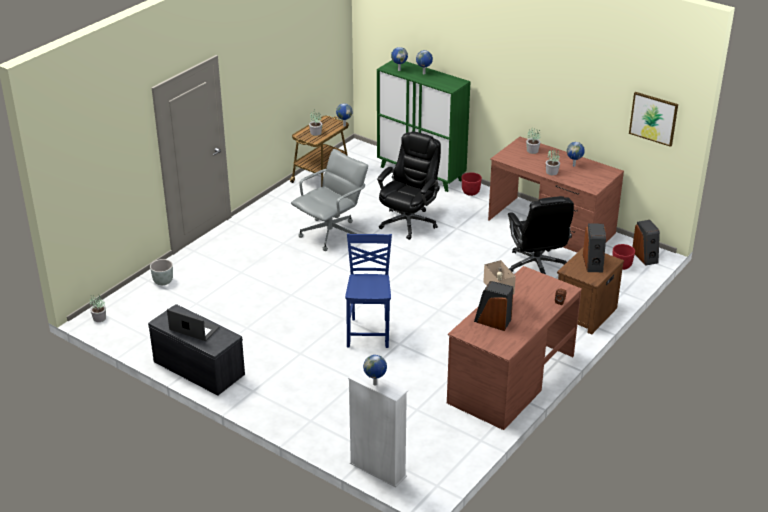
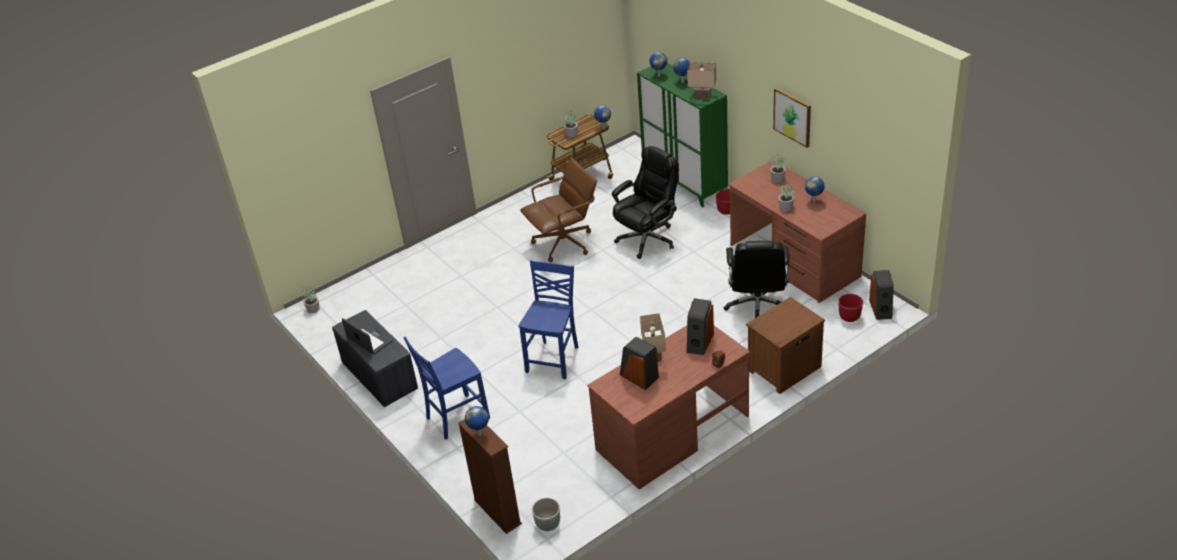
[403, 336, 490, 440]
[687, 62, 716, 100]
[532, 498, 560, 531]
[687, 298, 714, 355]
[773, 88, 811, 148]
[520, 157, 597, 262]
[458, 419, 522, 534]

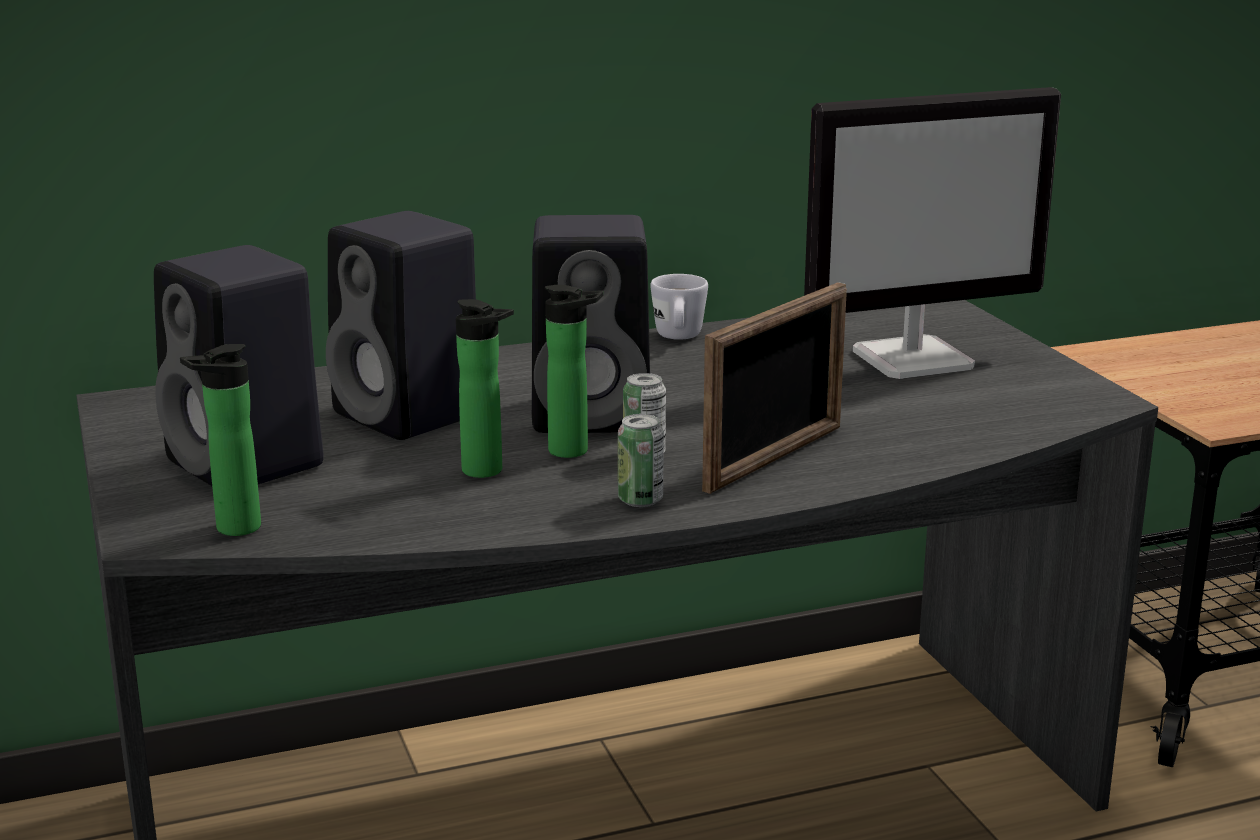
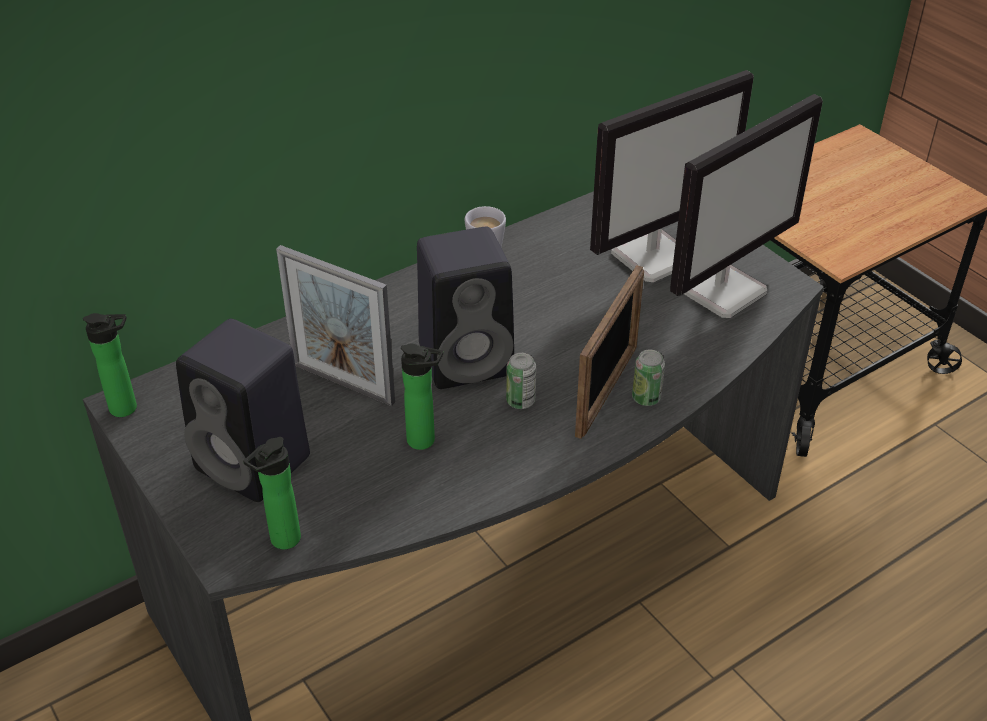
[670, 94, 823, 318]
[83, 313, 137, 417]
[632, 350, 665, 406]
[276, 245, 395, 406]

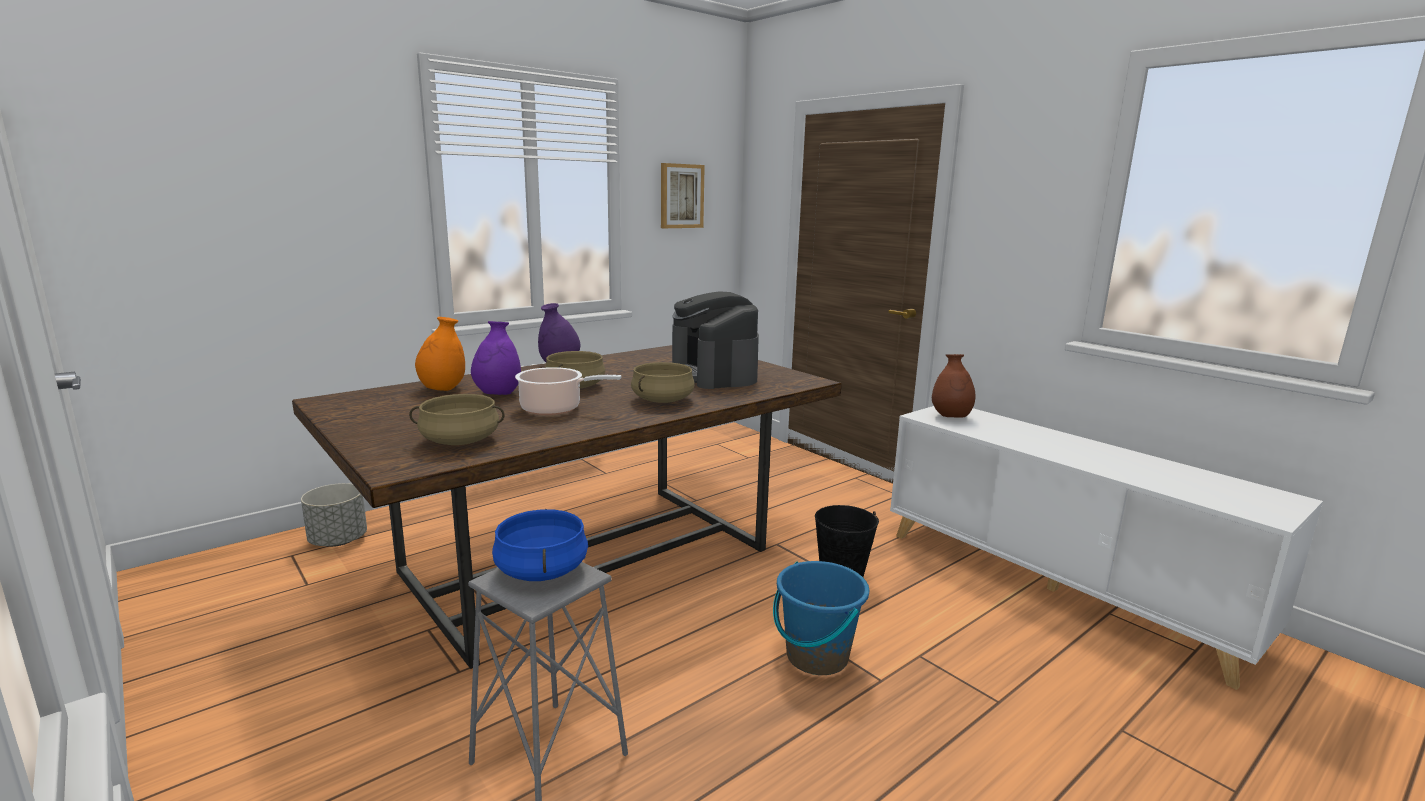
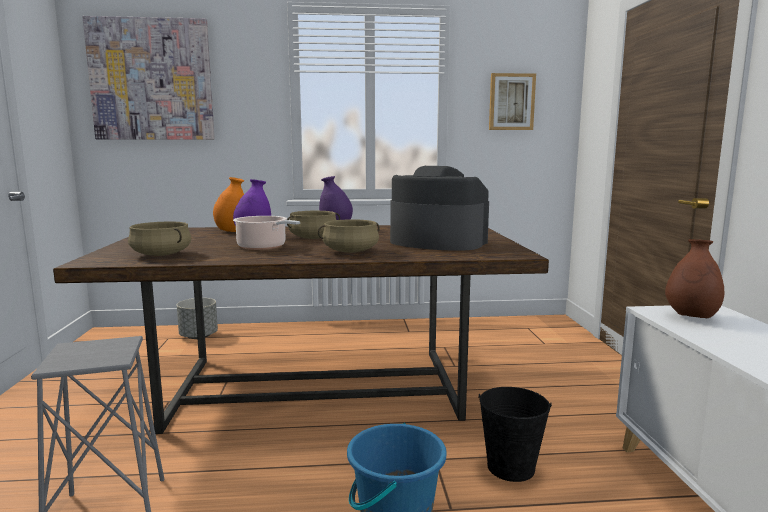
[492, 509, 588, 581] (first image)
[82, 16, 215, 140]
[390, 166, 489, 251]

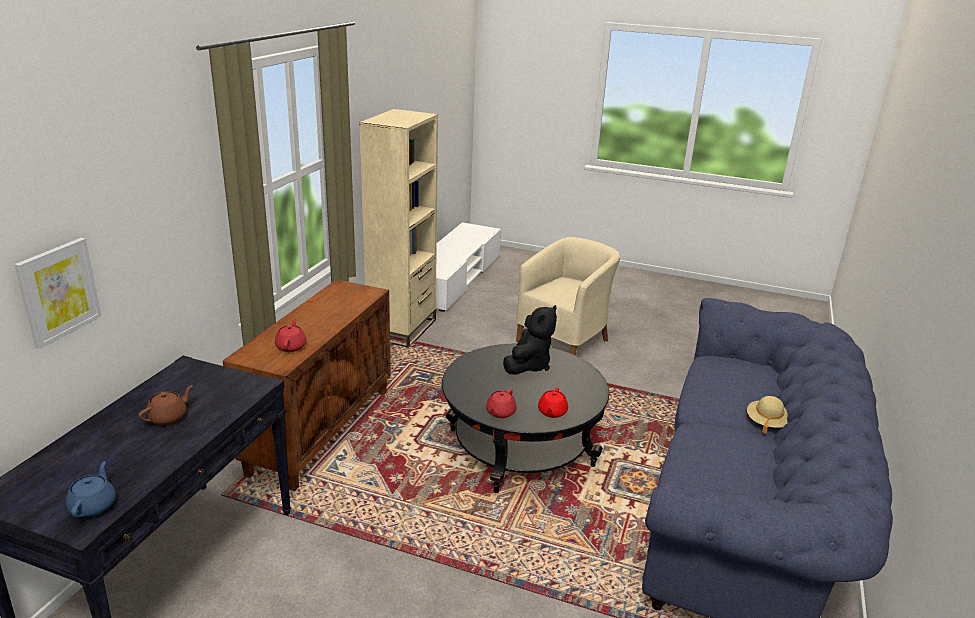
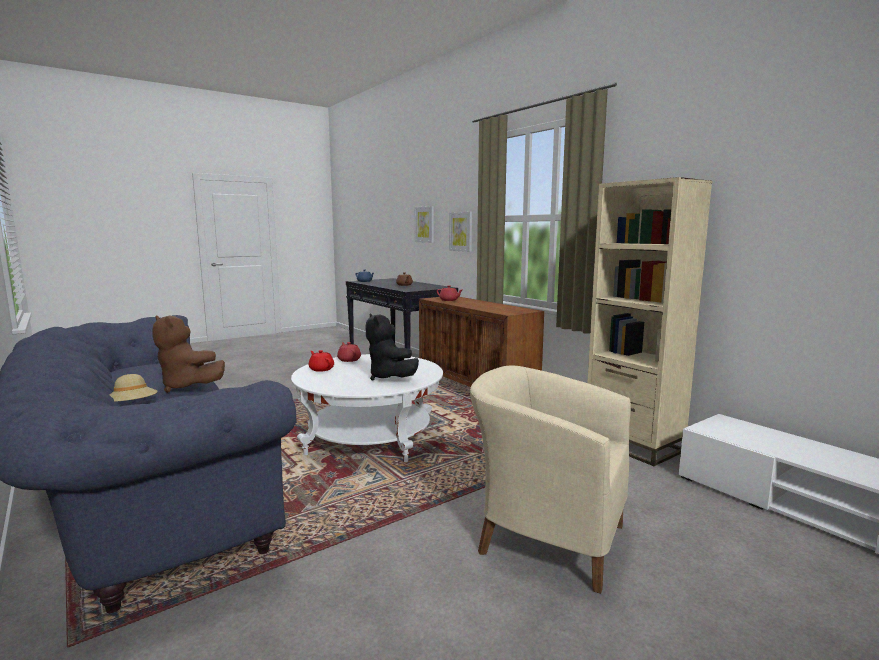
[152, 316, 225, 393]
[449, 212, 472, 252]
[291, 354, 443, 462]
[470, 366, 631, 594]

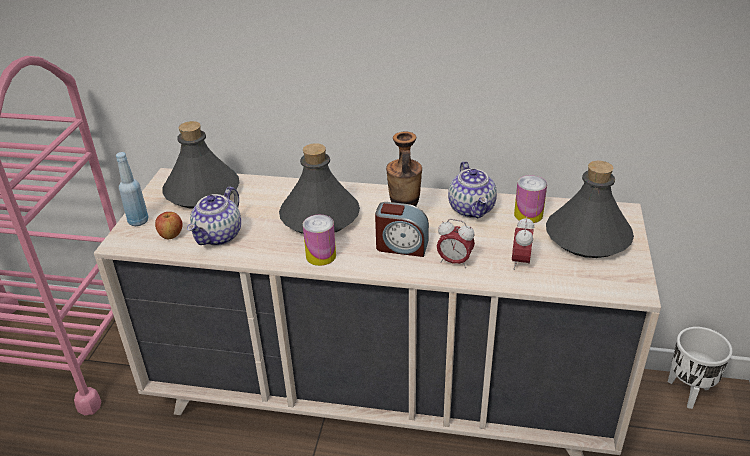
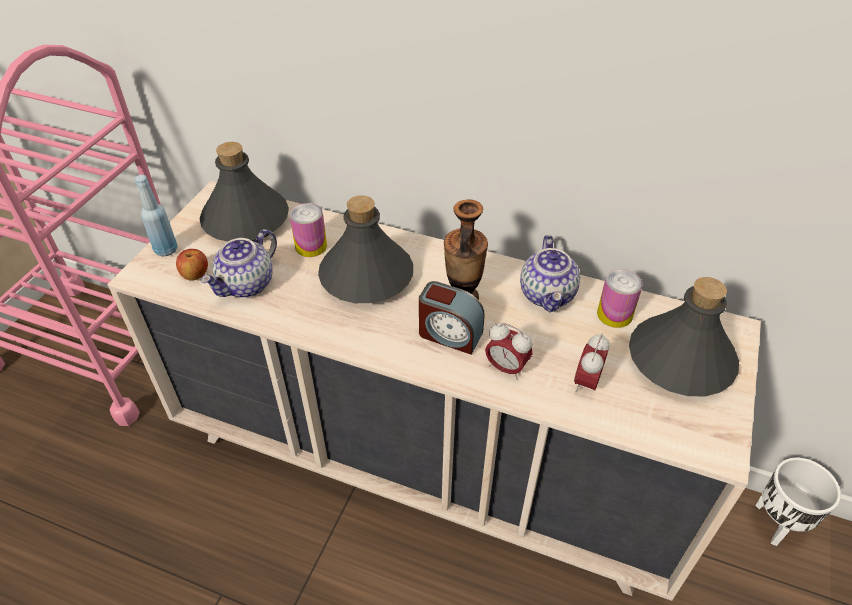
[289, 203, 327, 257]

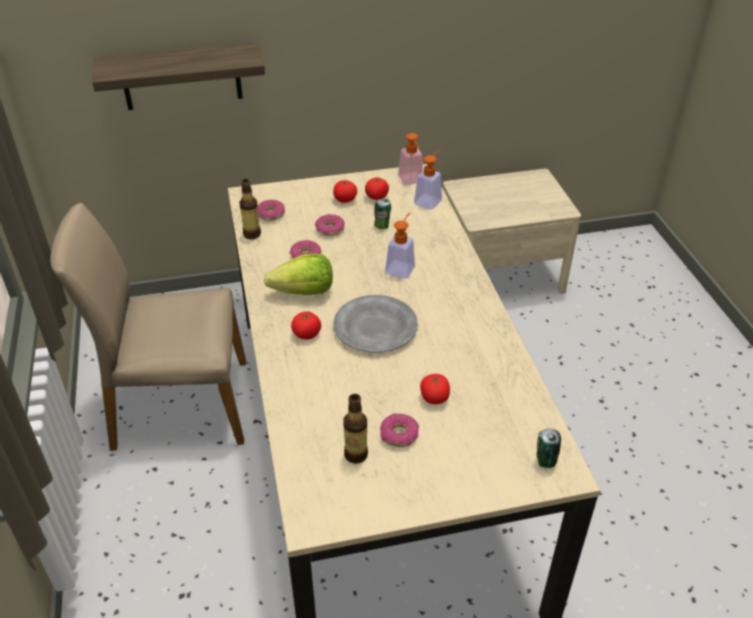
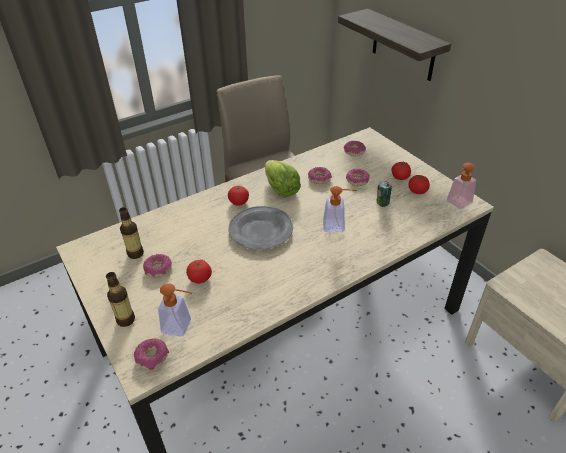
[106, 272, 135, 327]
[158, 284, 192, 337]
[134, 338, 169, 370]

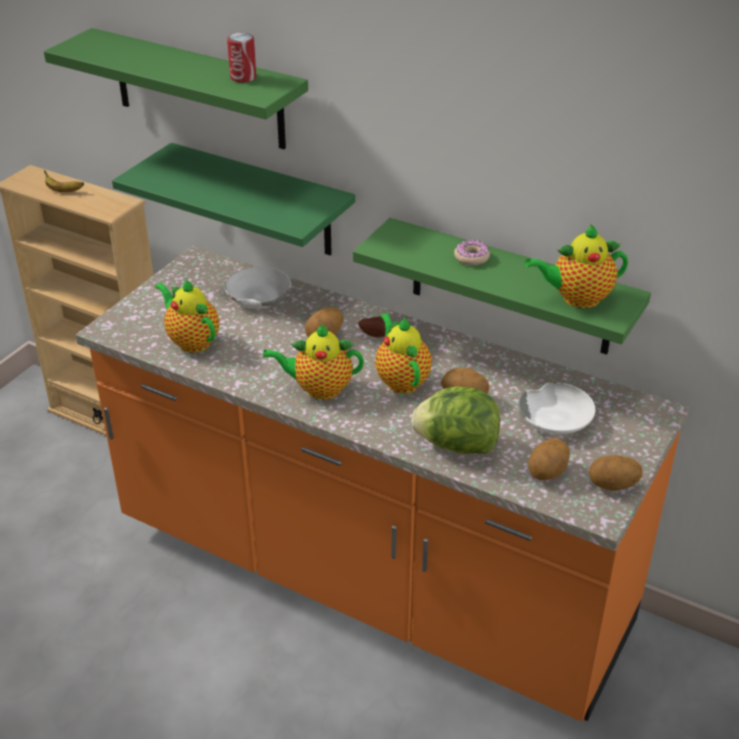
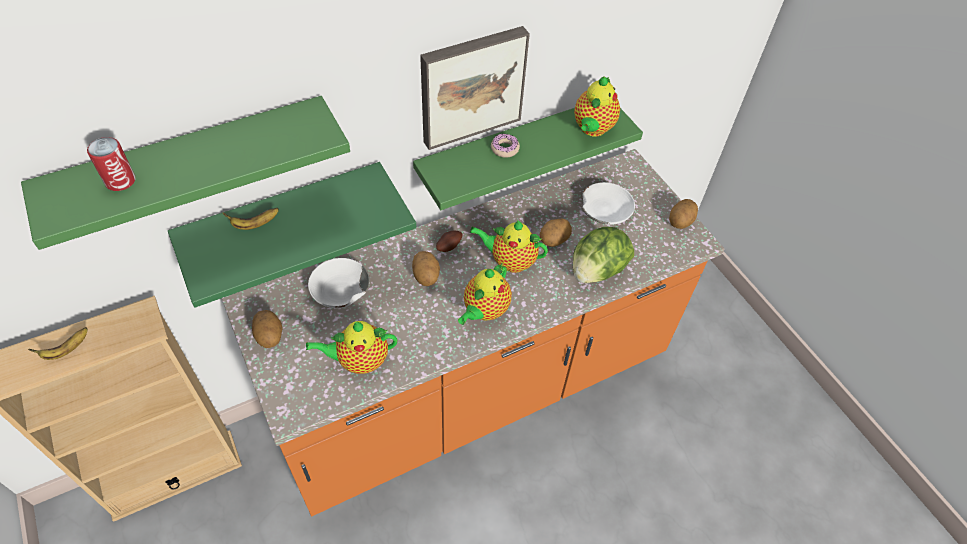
[223, 208, 279, 230]
[420, 26, 530, 150]
[87, 137, 136, 191]
[252, 310, 282, 348]

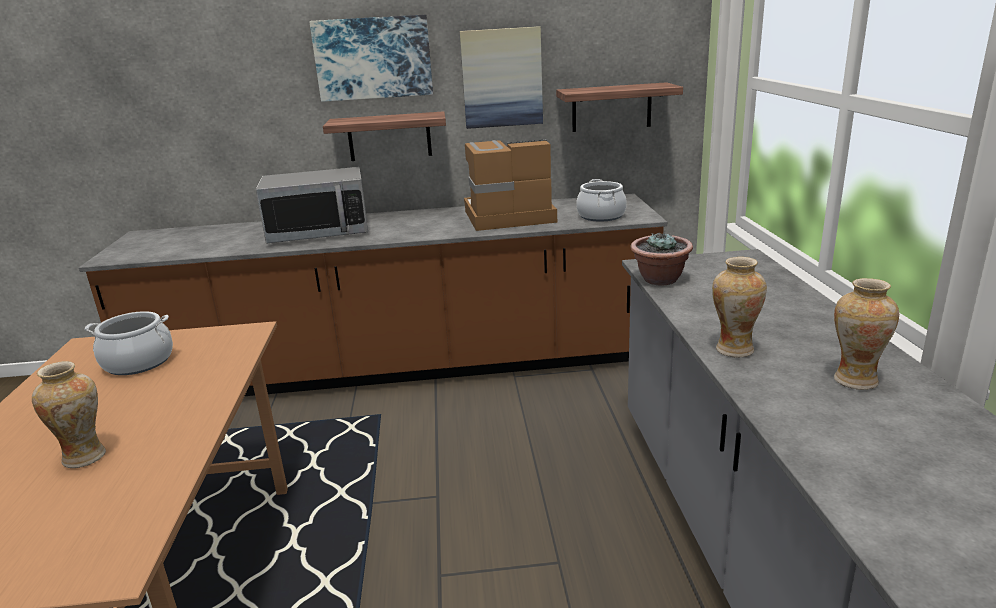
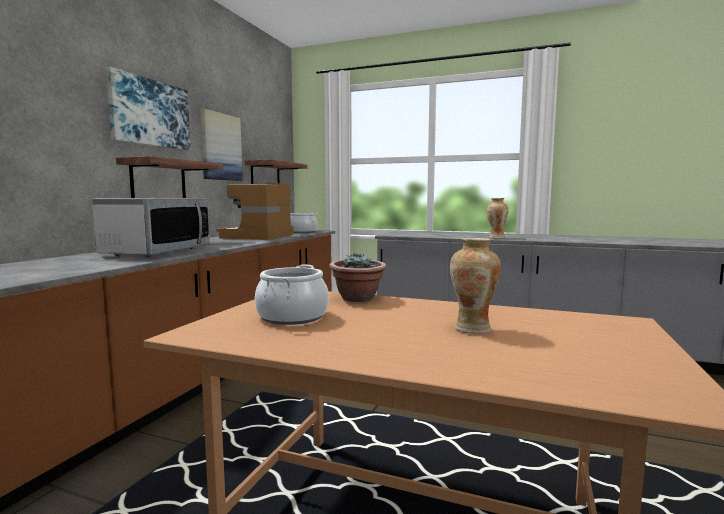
[834, 278, 899, 390] (first image)
[329, 253, 386, 302]

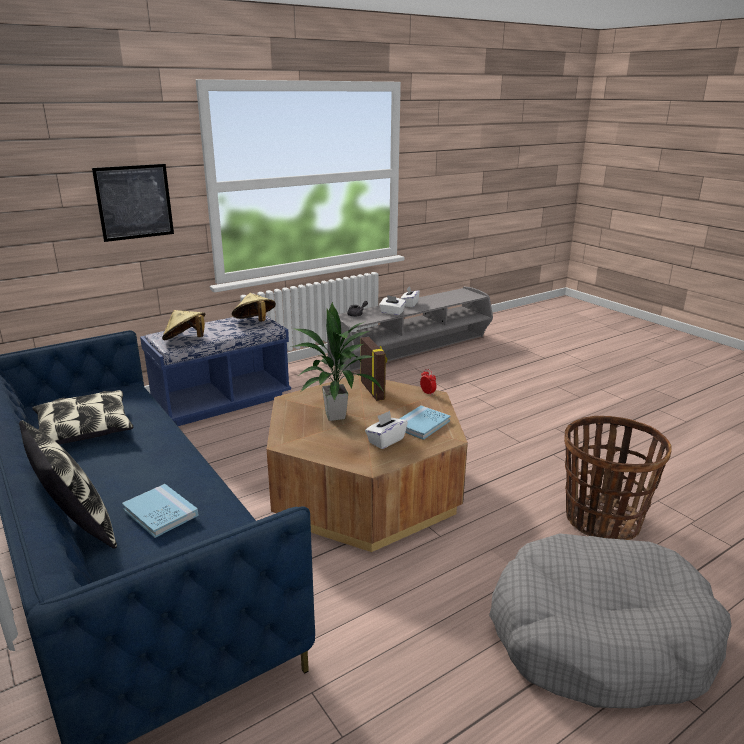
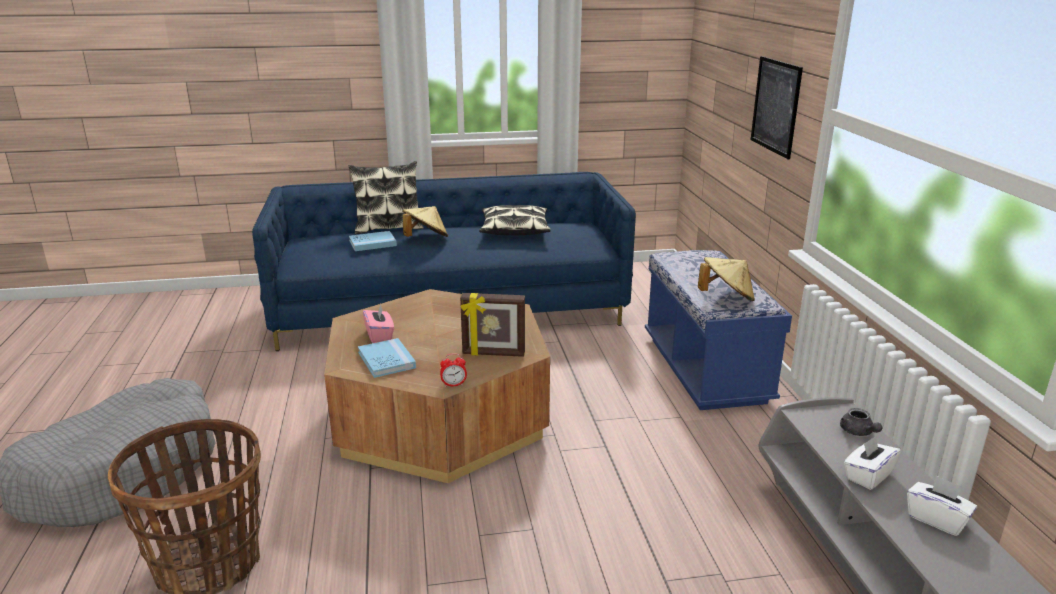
[292, 302, 384, 421] (first image)
[402, 206, 448, 237]
[363, 304, 394, 343]

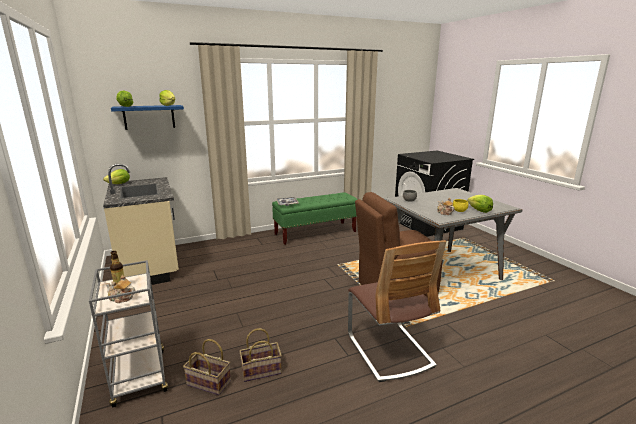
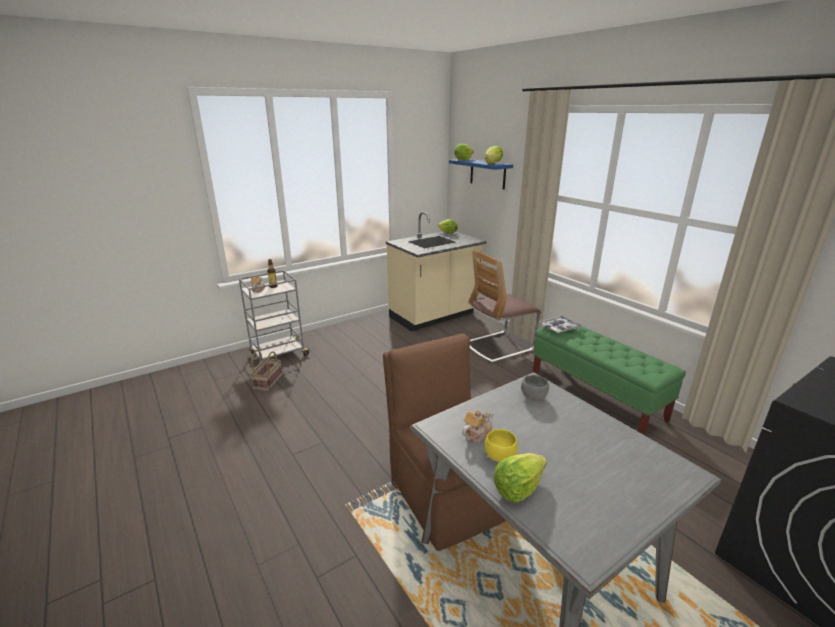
[240, 328, 282, 382] (first image)
[468, 250, 541, 363]

